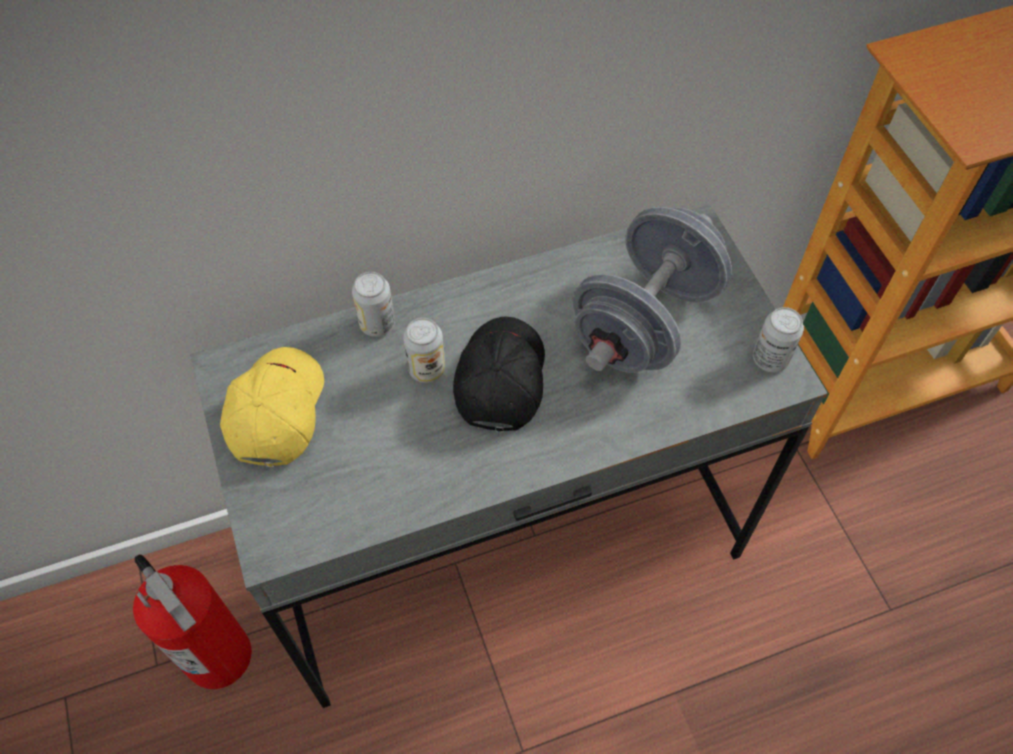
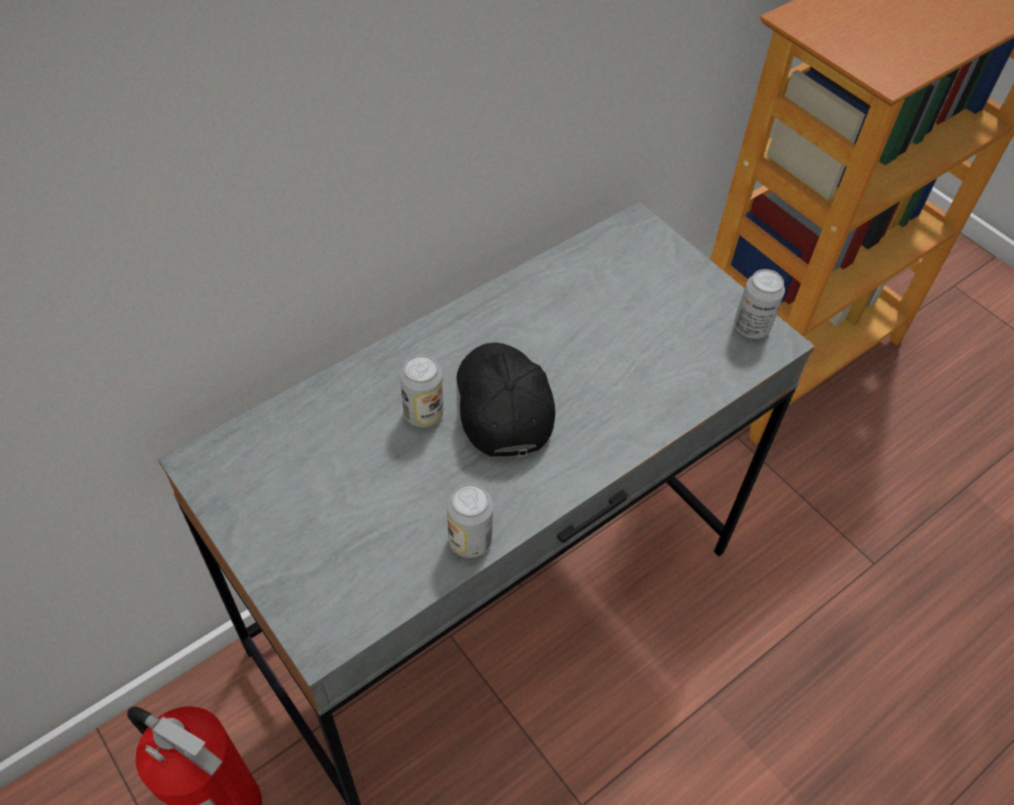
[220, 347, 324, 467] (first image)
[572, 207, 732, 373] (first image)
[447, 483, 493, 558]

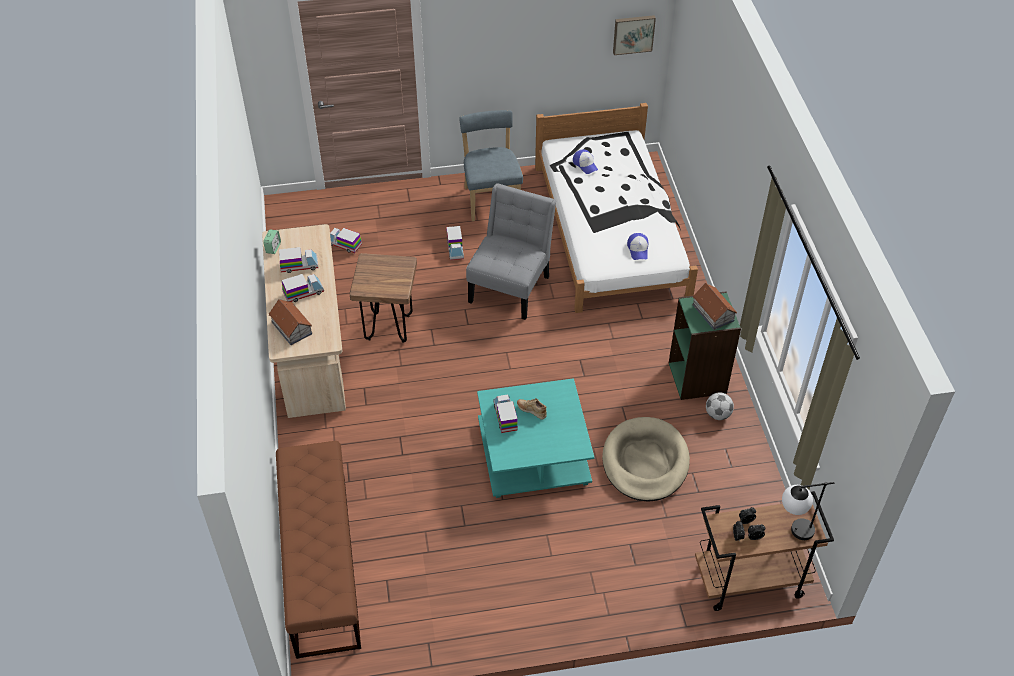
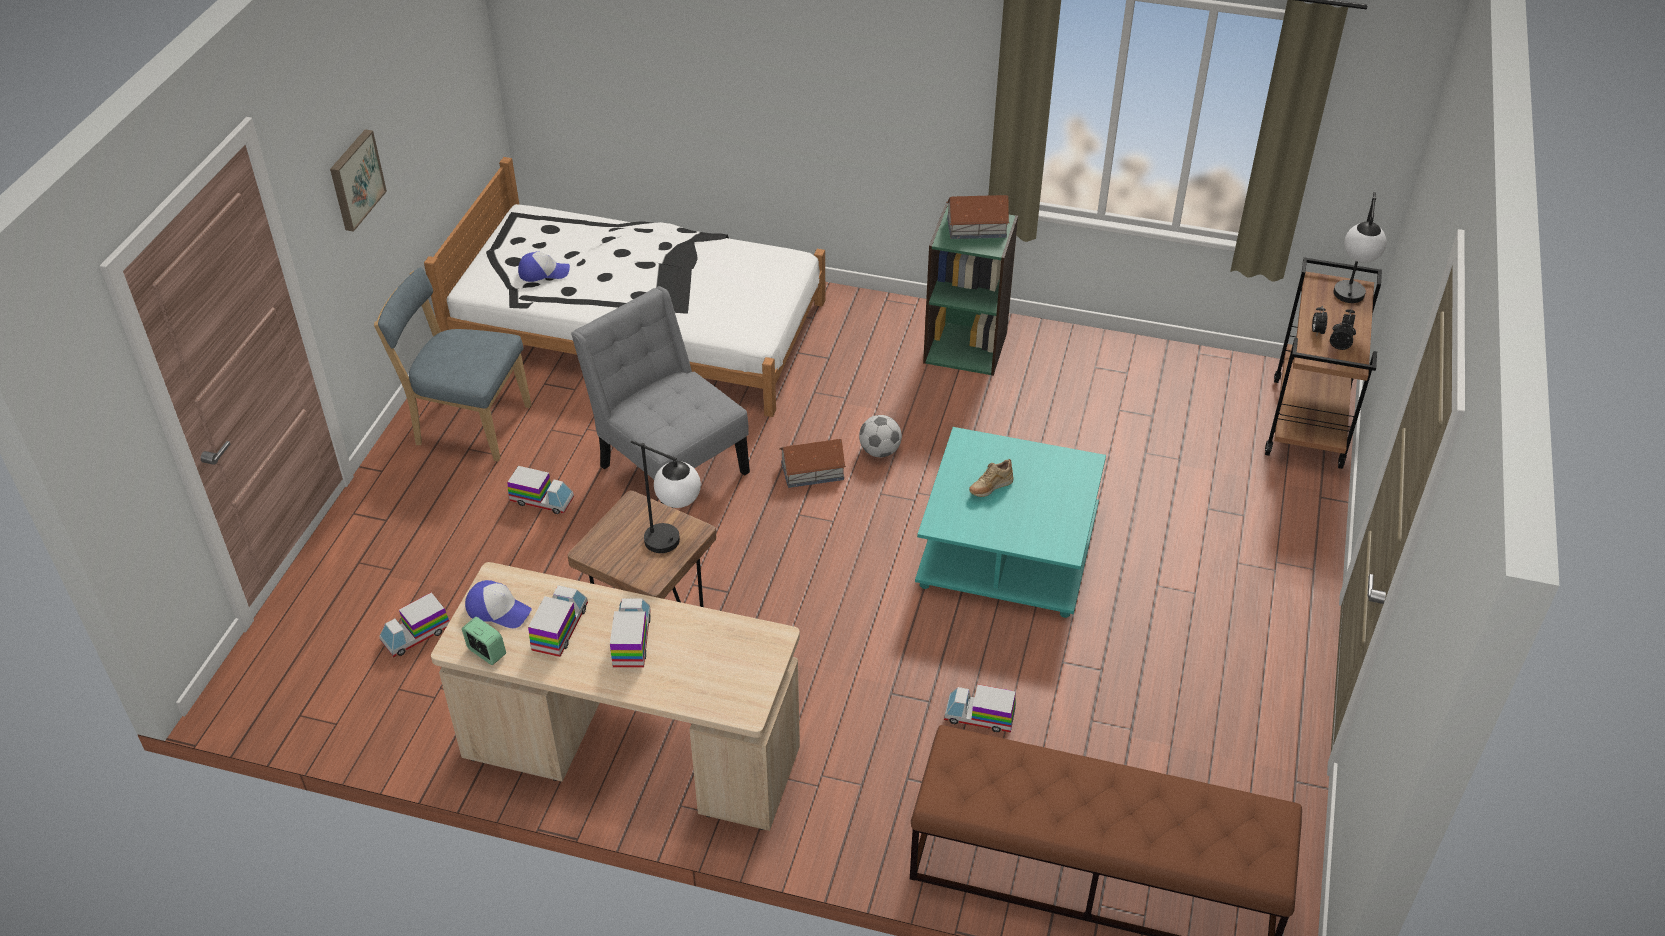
[602, 417, 690, 502] (first image)
[631, 440, 701, 553]
[779, 439, 846, 488]
[944, 684, 1016, 733]
[330, 129, 387, 232]
[465, 580, 532, 628]
[859, 415, 902, 457]

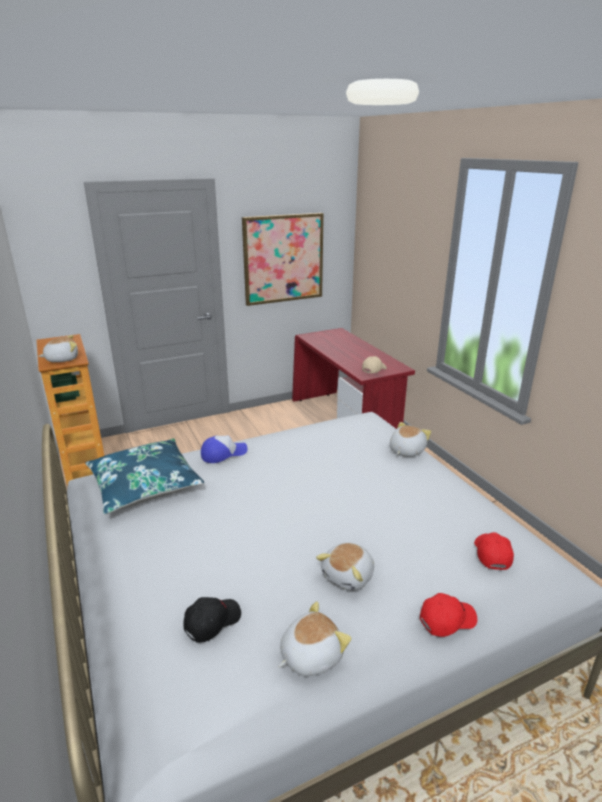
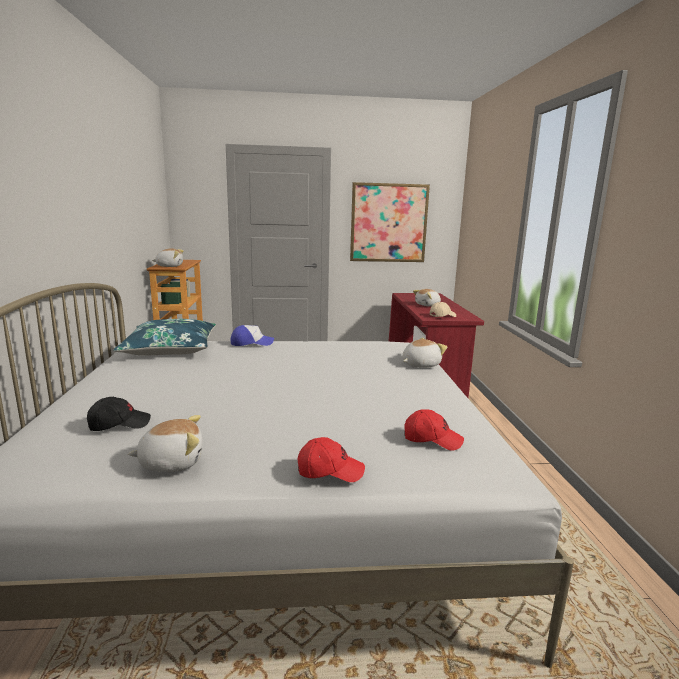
[413, 289, 441, 306]
[404, 409, 464, 450]

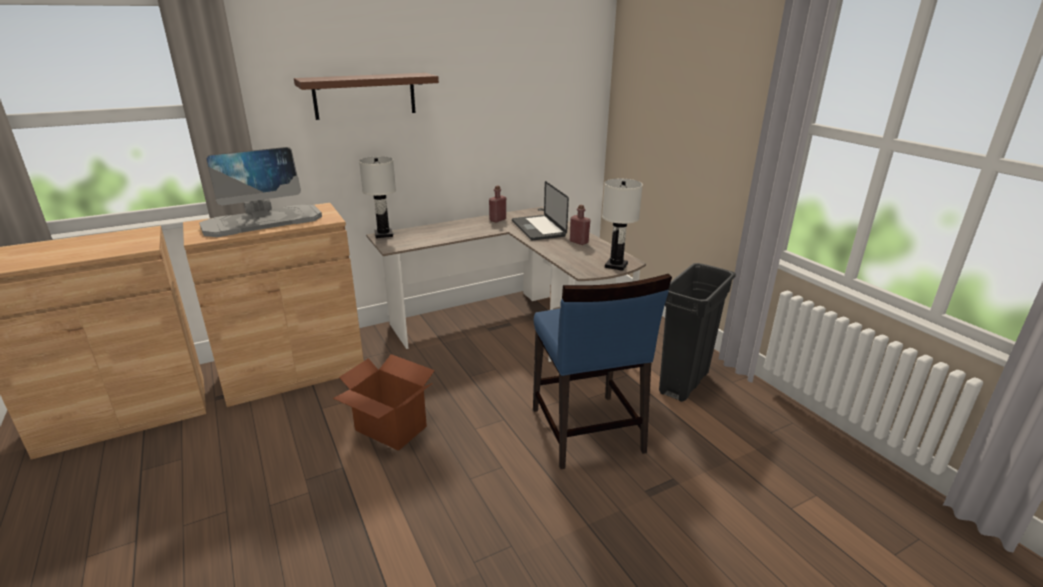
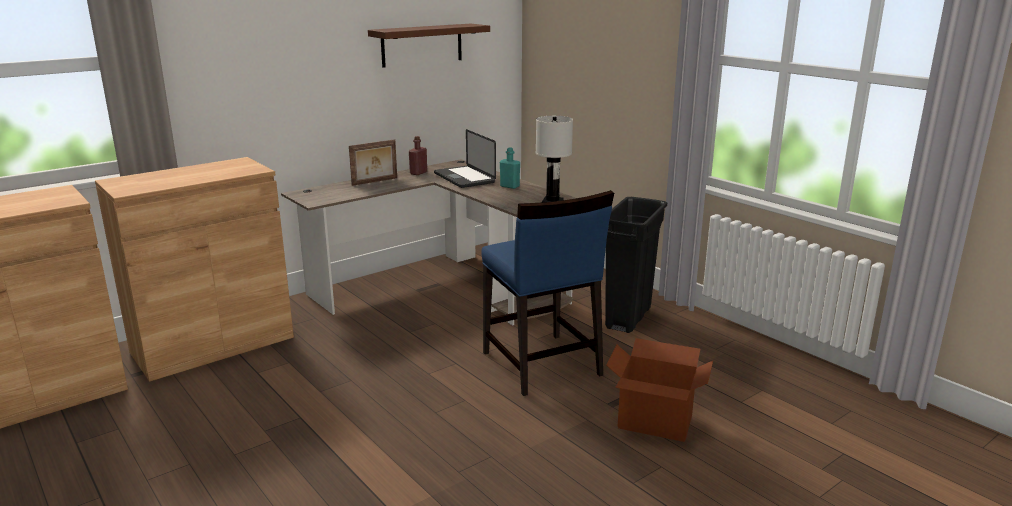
[199, 147, 322, 237] (first image)
[359, 156, 396, 238] (first image)
[349, 139, 397, 186]
[368, 24, 490, 68]
[606, 338, 713, 442]
[500, 147, 520, 189]

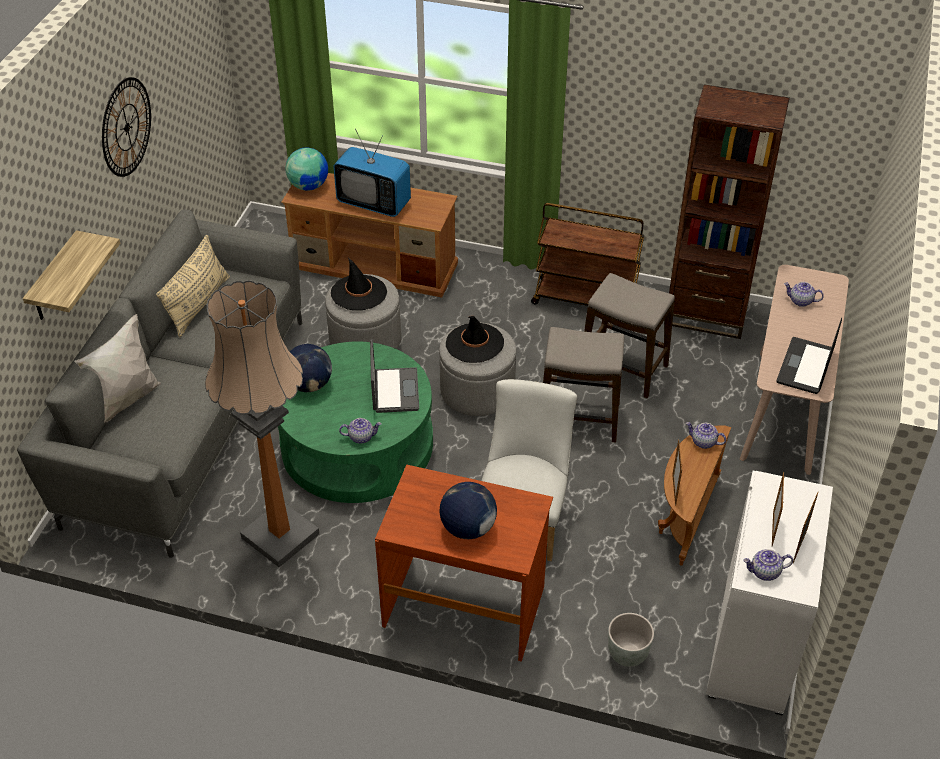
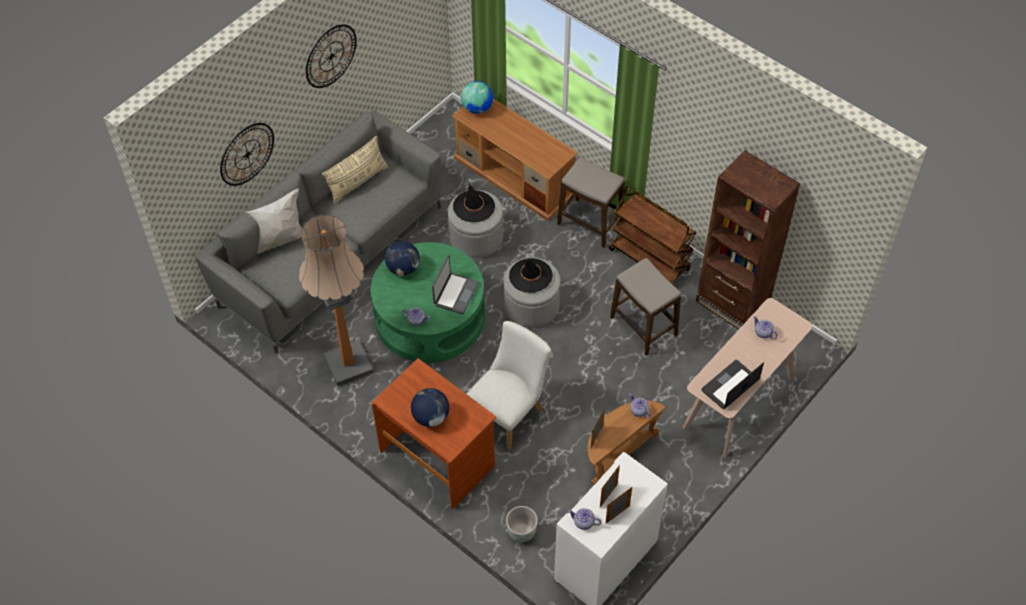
[333, 128, 411, 217] (first image)
[557, 157, 625, 247]
[220, 123, 274, 186]

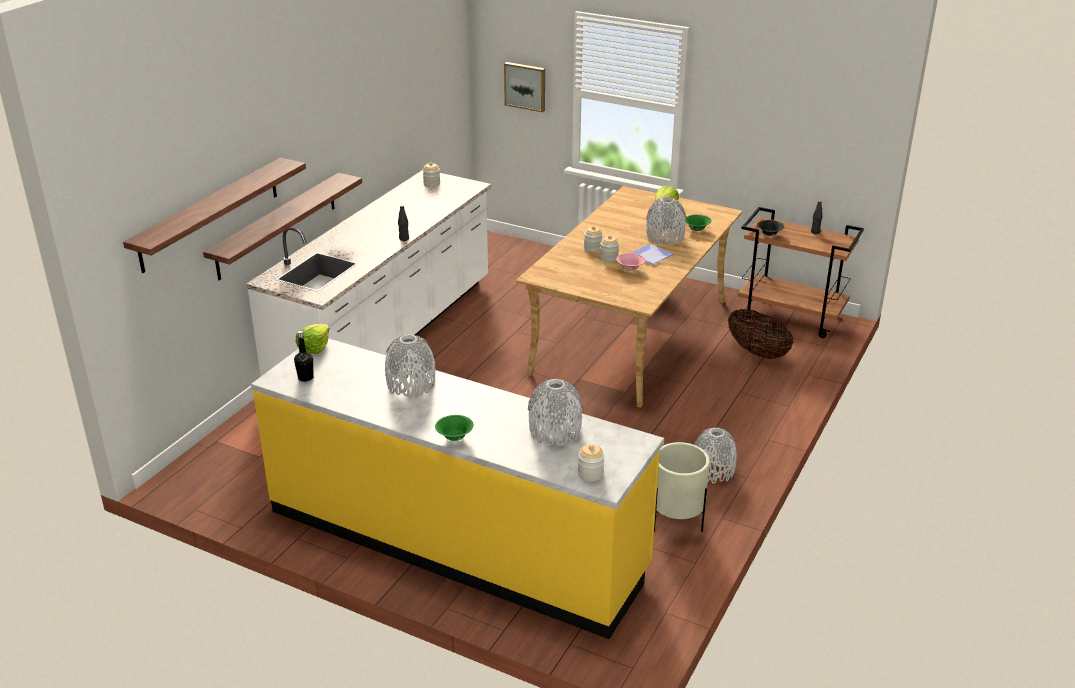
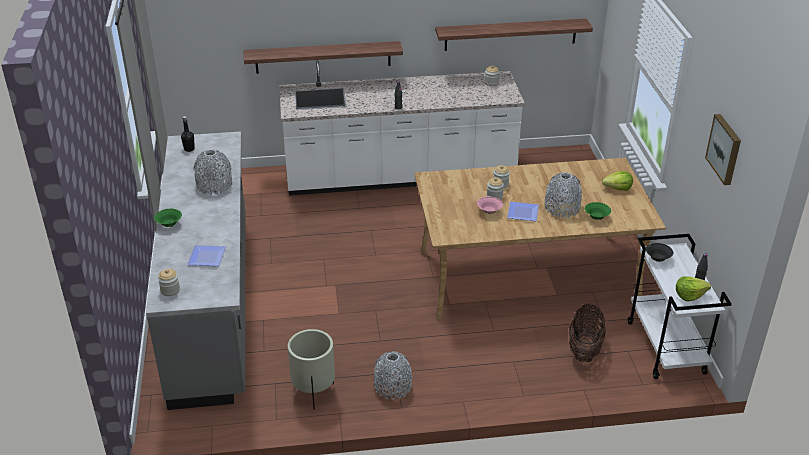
[435, 19, 593, 51]
[676, 276, 711, 301]
[705, 114, 741, 185]
[187, 245, 226, 266]
[146, 131, 245, 410]
[628, 234, 732, 379]

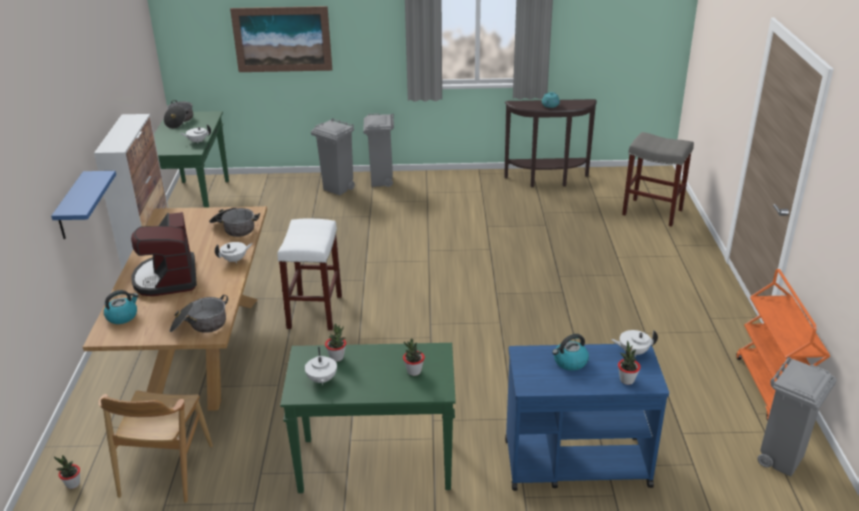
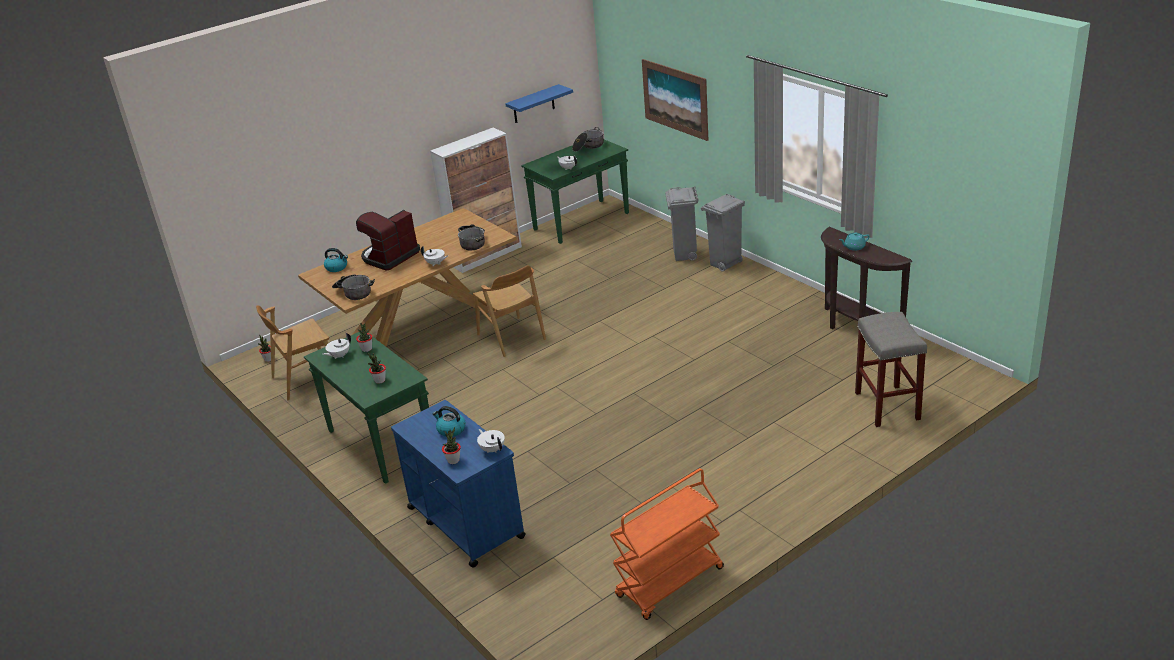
[757, 356, 837, 477] (first image)
[505, 84, 573, 123]
[473, 266, 546, 357]

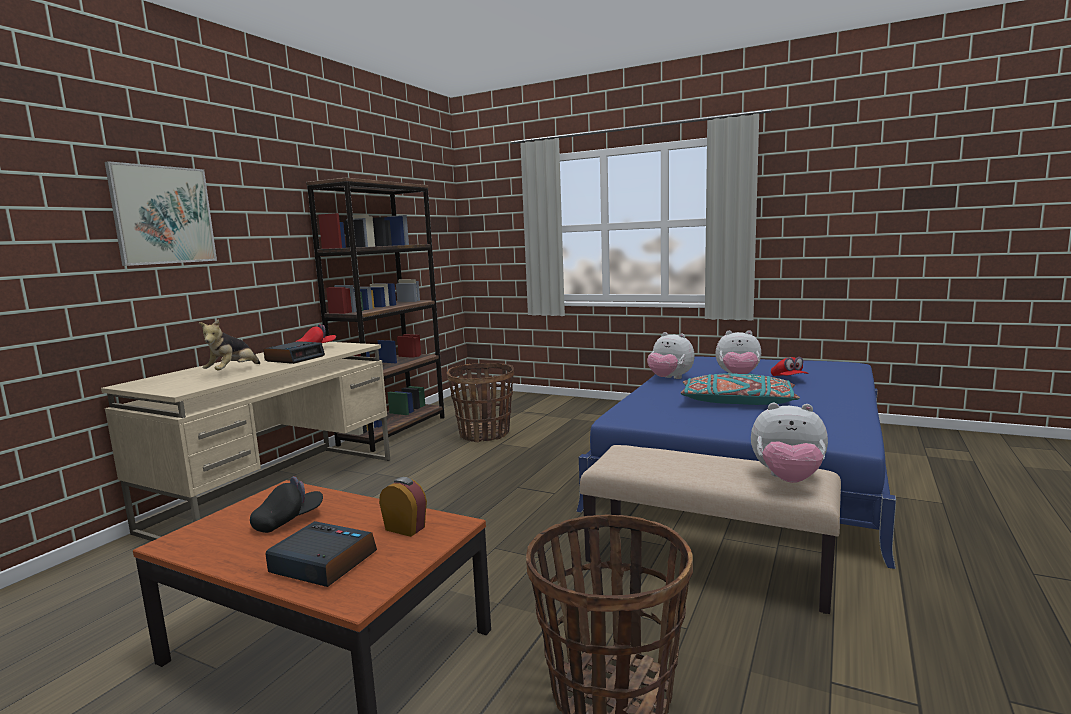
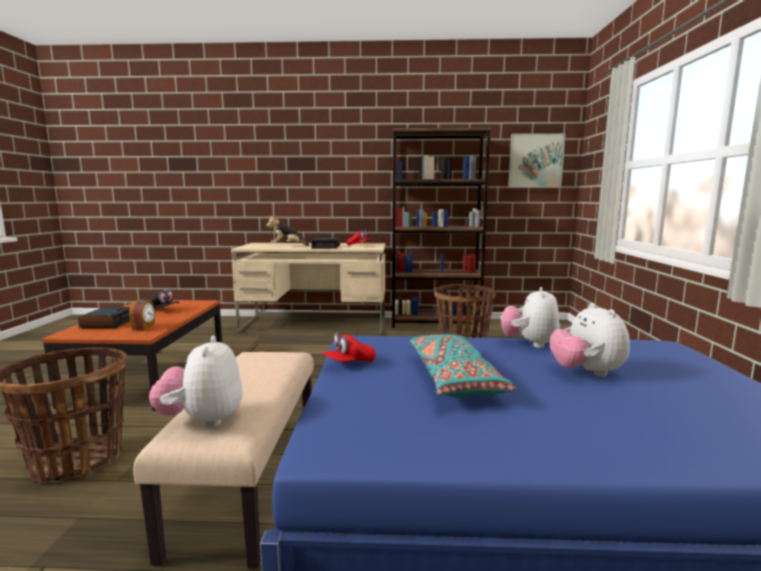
[508, 133, 566, 187]
[323, 332, 376, 362]

